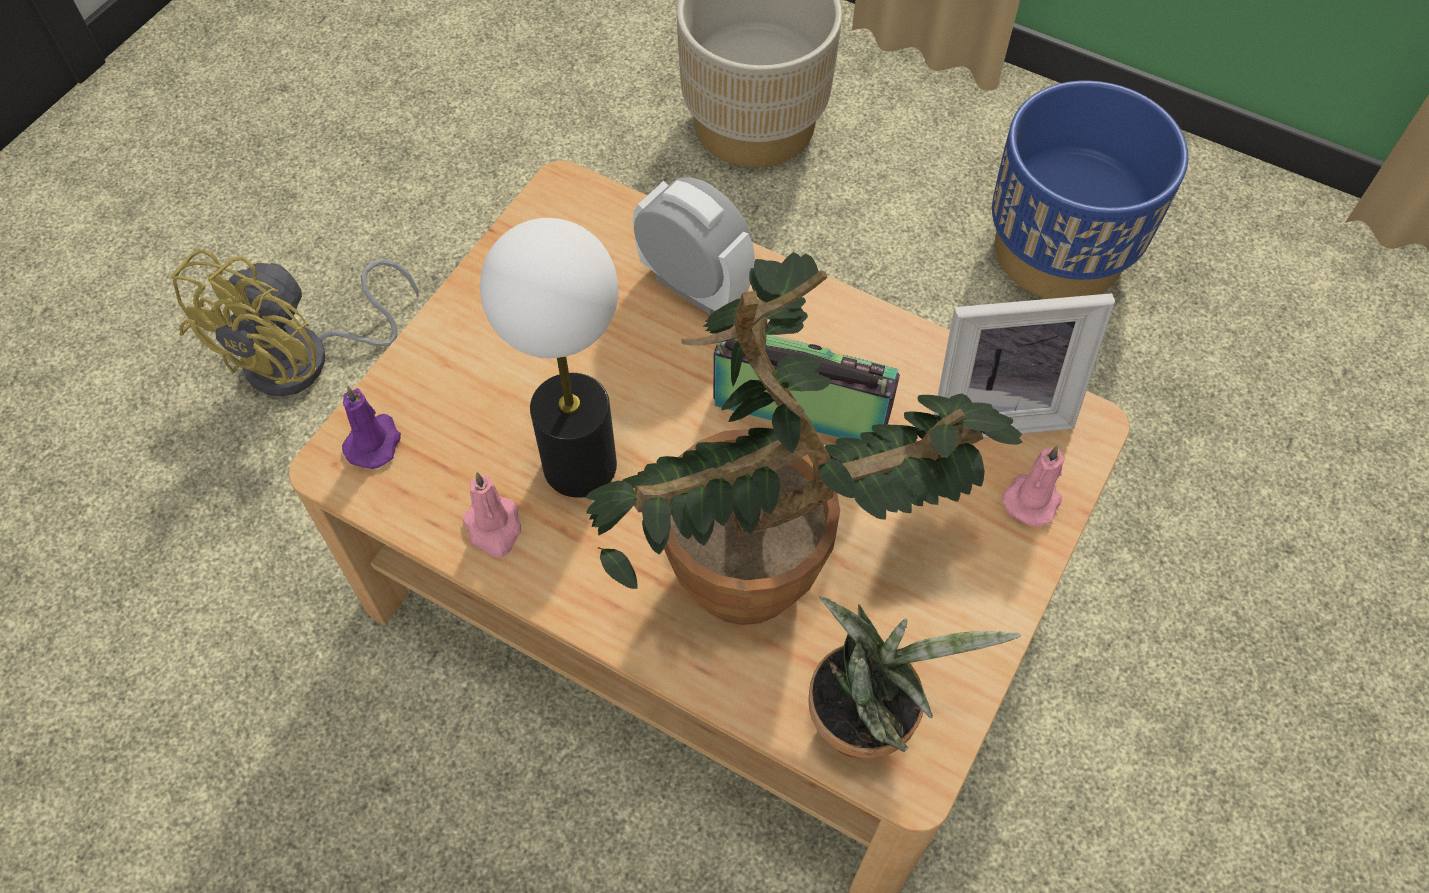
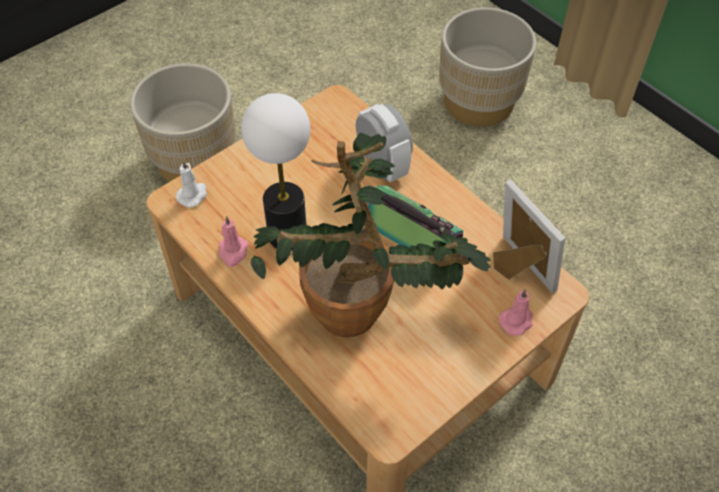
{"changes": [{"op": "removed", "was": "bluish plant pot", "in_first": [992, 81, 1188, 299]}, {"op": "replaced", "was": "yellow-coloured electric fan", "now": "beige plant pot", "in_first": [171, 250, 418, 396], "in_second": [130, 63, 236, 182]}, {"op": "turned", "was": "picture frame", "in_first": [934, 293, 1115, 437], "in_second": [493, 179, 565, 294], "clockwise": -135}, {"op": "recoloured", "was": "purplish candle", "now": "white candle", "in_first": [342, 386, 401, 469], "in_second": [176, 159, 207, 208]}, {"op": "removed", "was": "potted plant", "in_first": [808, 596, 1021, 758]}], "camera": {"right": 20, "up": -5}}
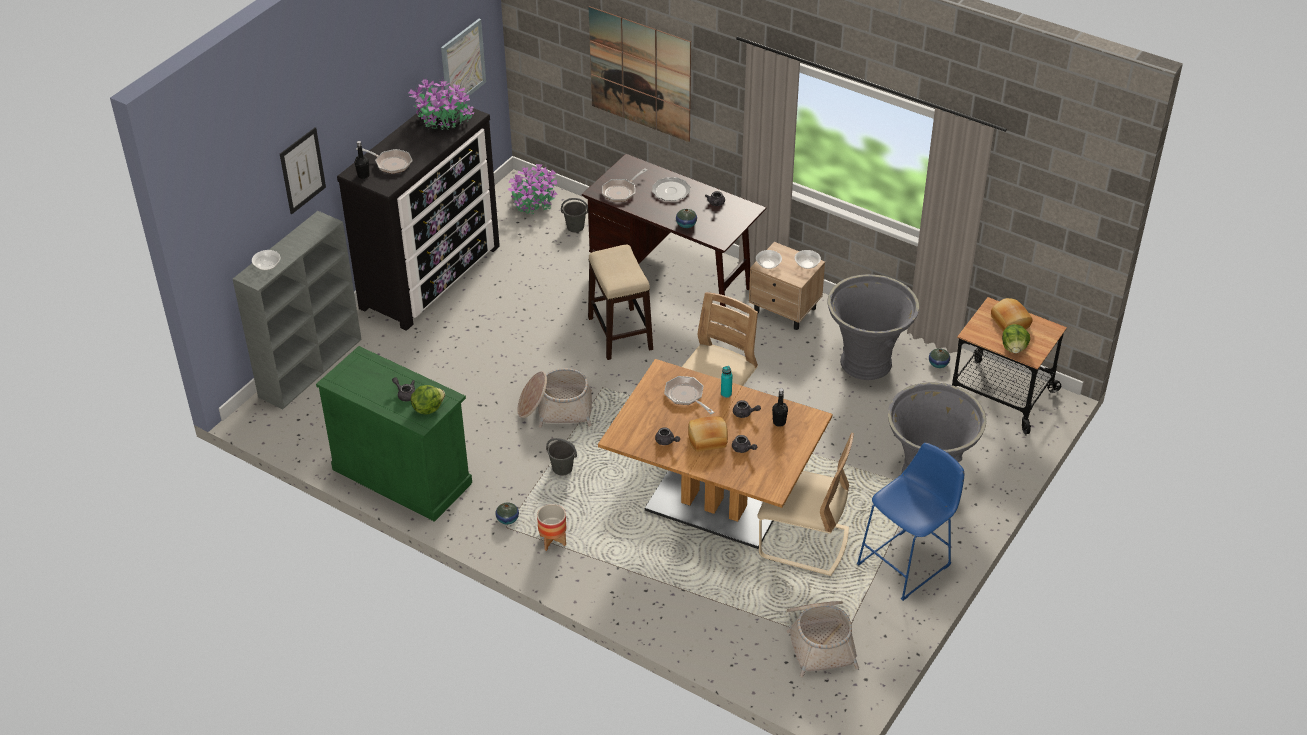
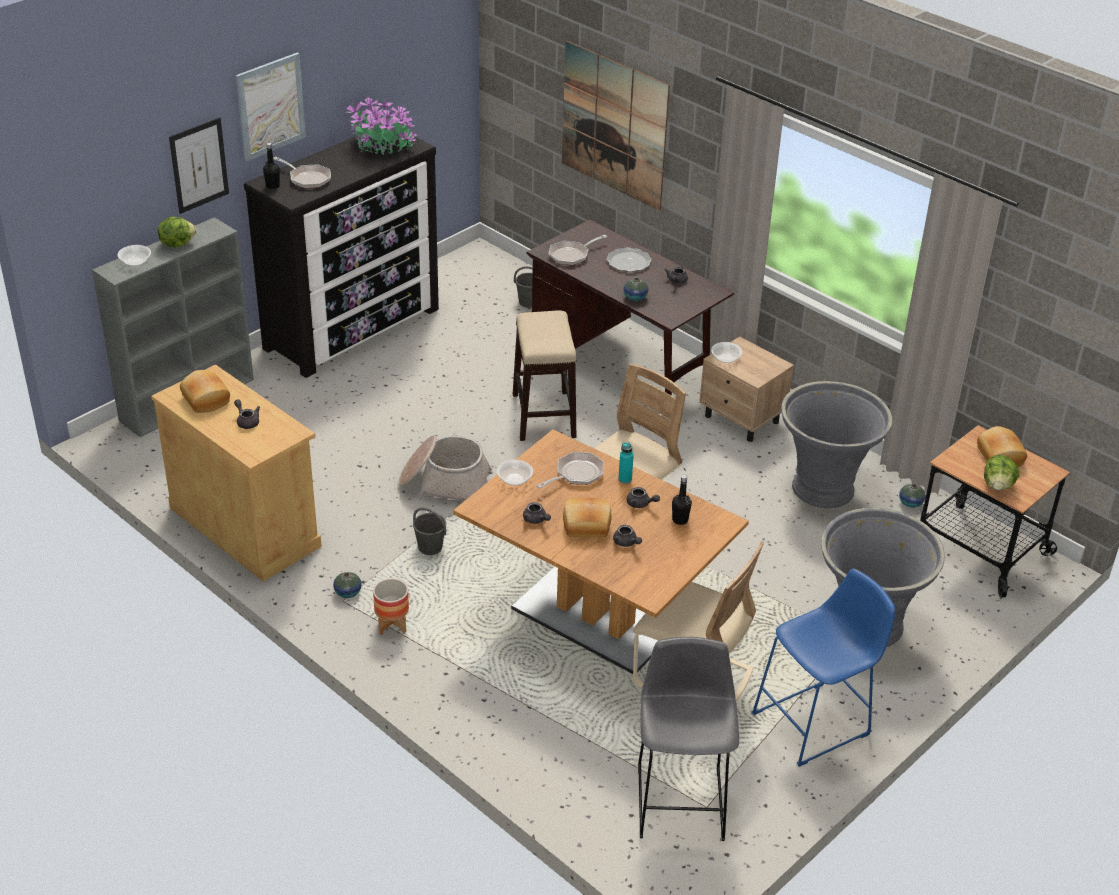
{"changes": [{"op": "moved", "was": "wall picture", "in_first": [441, 19, 486, 98], "in_second": [236, 53, 306, 161]}, {"op": "removed", "was": "potted plant", "in_first": [508, 164, 558, 214]}, {"op": "moved", "was": "serving bowl", "in_first": [795, 250, 821, 269], "in_second": [497, 460, 533, 485]}, {"op": "recoloured", "was": "green cabinet", "now": "beige cabinet", "in_first": [316, 346, 472, 522], "in_second": [151, 364, 322, 582]}, {"op": "turned", "was": "pan", "in_first": [664, 376, 714, 414], "in_second": [536, 452, 604, 488], "clockwise": 75}, {"op": "moved", "was": "lettuce", "in_first": [411, 385, 445, 414], "in_second": [158, 217, 197, 248]}, {"op": "replaced", "was": "storage basket", "now": "grey stool", "in_first": [787, 601, 859, 677], "in_second": [638, 637, 739, 841]}, {"op": "added", "now": "bread", "in_second": [180, 370, 230, 413]}], "camera": {"right": 10, "up": -5}}
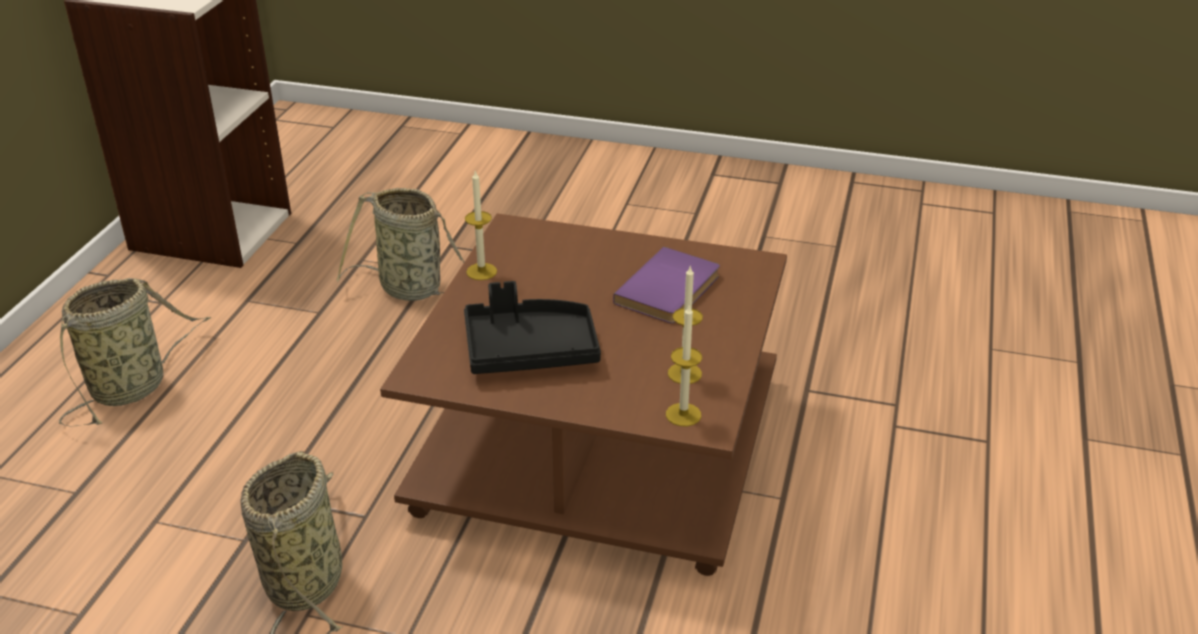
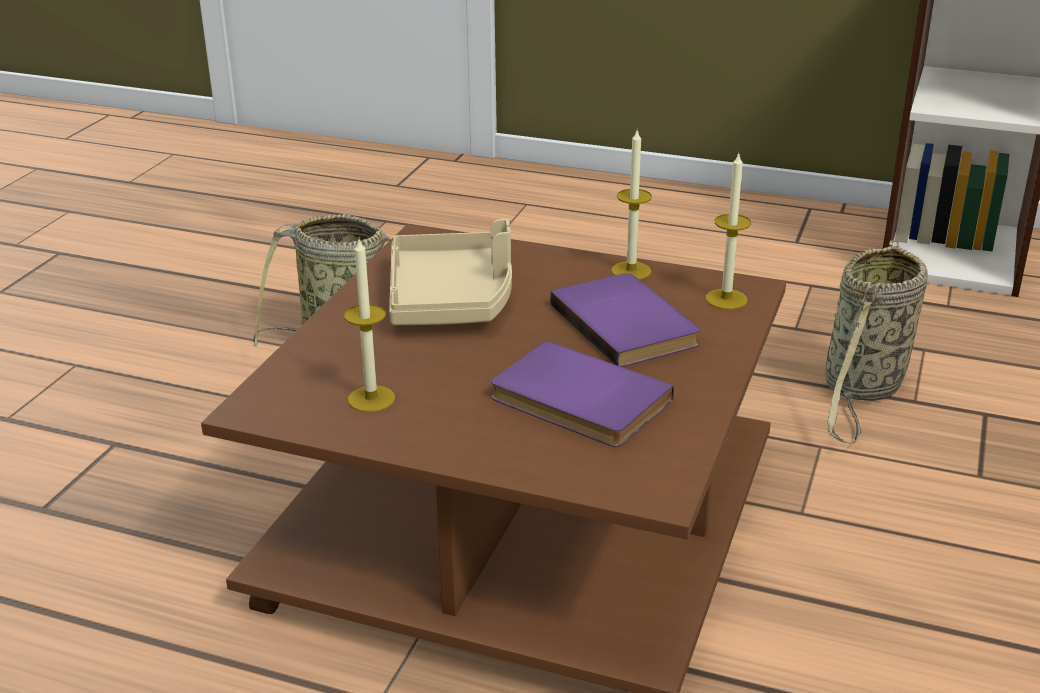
{"changes": [{"op": "removed", "was": "storage basket", "in_first": [59, 278, 212, 426]}, {"op": "recoloured", "was": "black-coloured carrying tray", "now": "beige carrying tray", "in_first": [464, 281, 601, 374], "in_second": [389, 219, 512, 325]}, {"op": "moved", "was": "candle", "in_first": [666, 305, 702, 426], "in_second": [706, 152, 751, 309]}, {"op": "added", "now": "purplish bound book", "in_second": [550, 273, 699, 367]}], "camera": {"right": 95, "up": -5}}
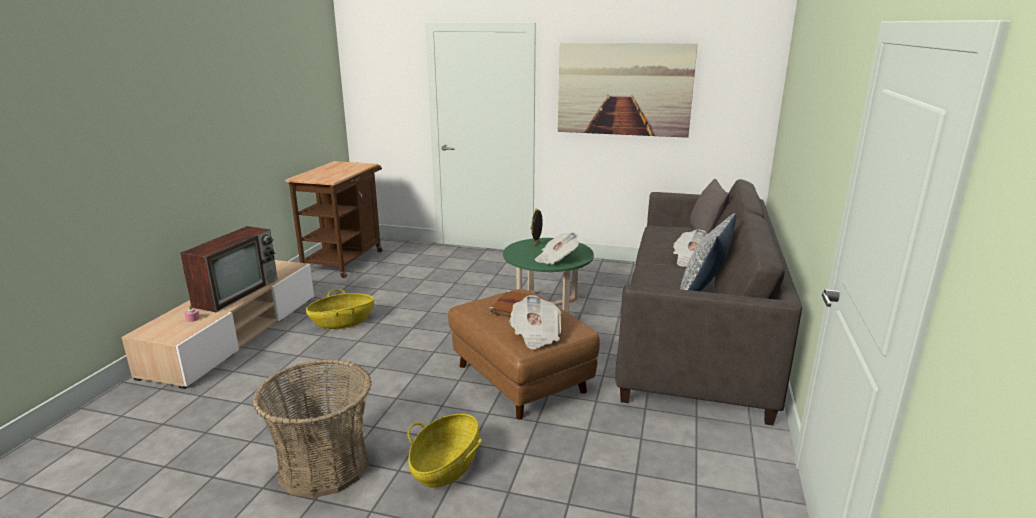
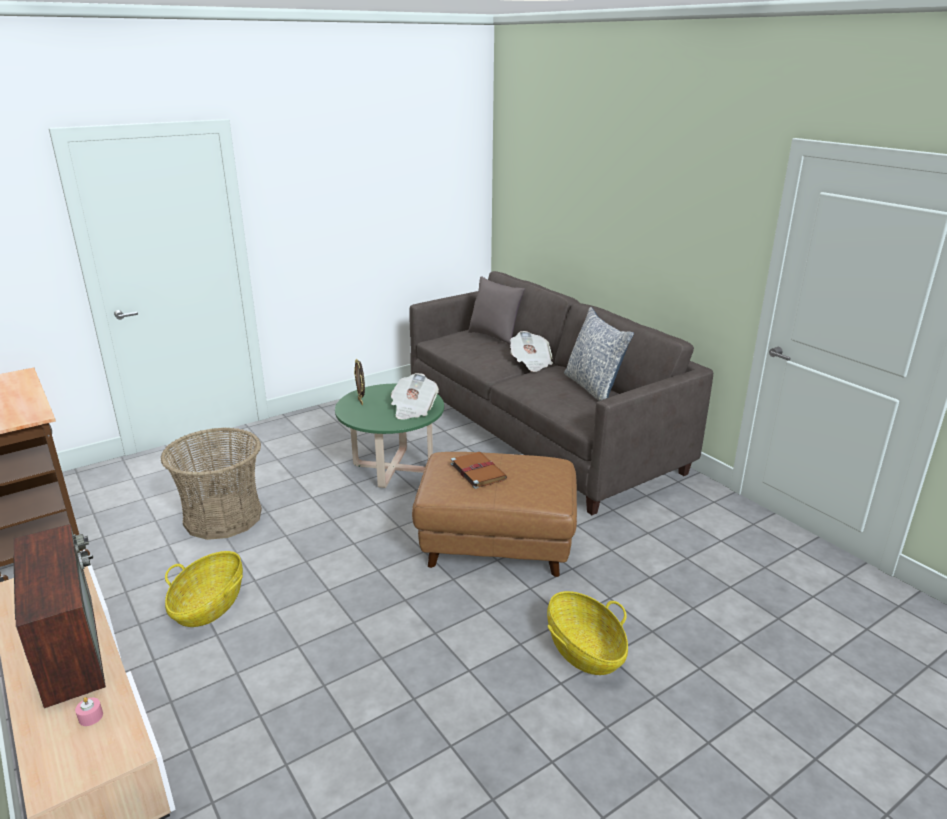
{"changes": [{"op": "removed", "was": "wall picture", "in_first": [558, 42, 698, 138]}, {"op": "removed", "was": "printed paper", "in_first": [509, 295, 561, 349]}, {"op": "moved", "was": "storage basket", "in_first": [252, 359, 371, 498], "in_second": [161, 427, 262, 540]}], "camera": {"right": -50, "up": 5}}
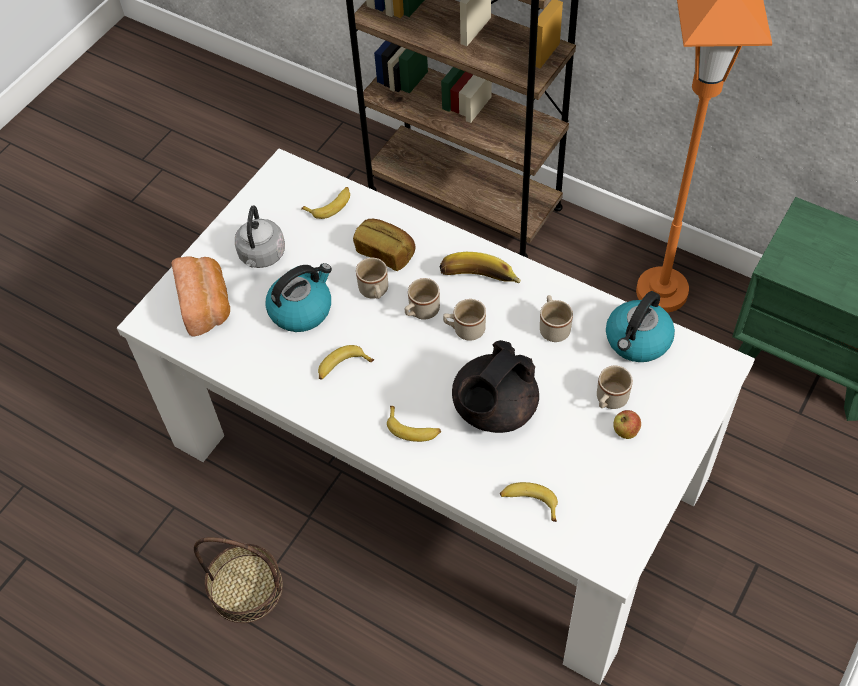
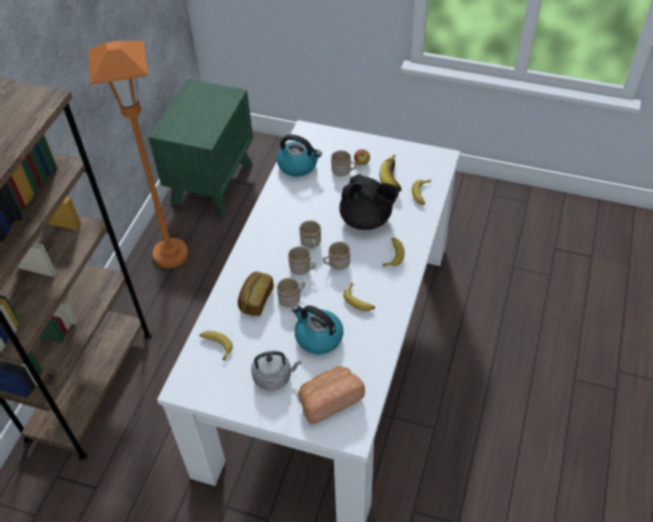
{"changes": [{"op": "moved", "was": "banana fruit", "in_first": [440, 252, 521, 283], "in_second": [379, 155, 402, 192]}, {"op": "moved", "was": "beige coffee mug", "in_first": [540, 295, 573, 342], "in_second": [323, 242, 350, 270]}, {"op": "removed", "was": "storage basket", "in_first": [194, 537, 283, 623]}], "camera": {"right": -105, "up": -5}}
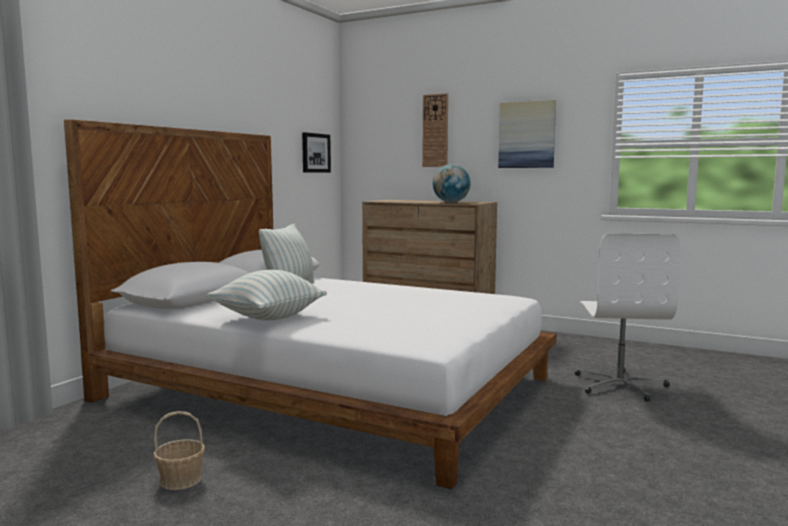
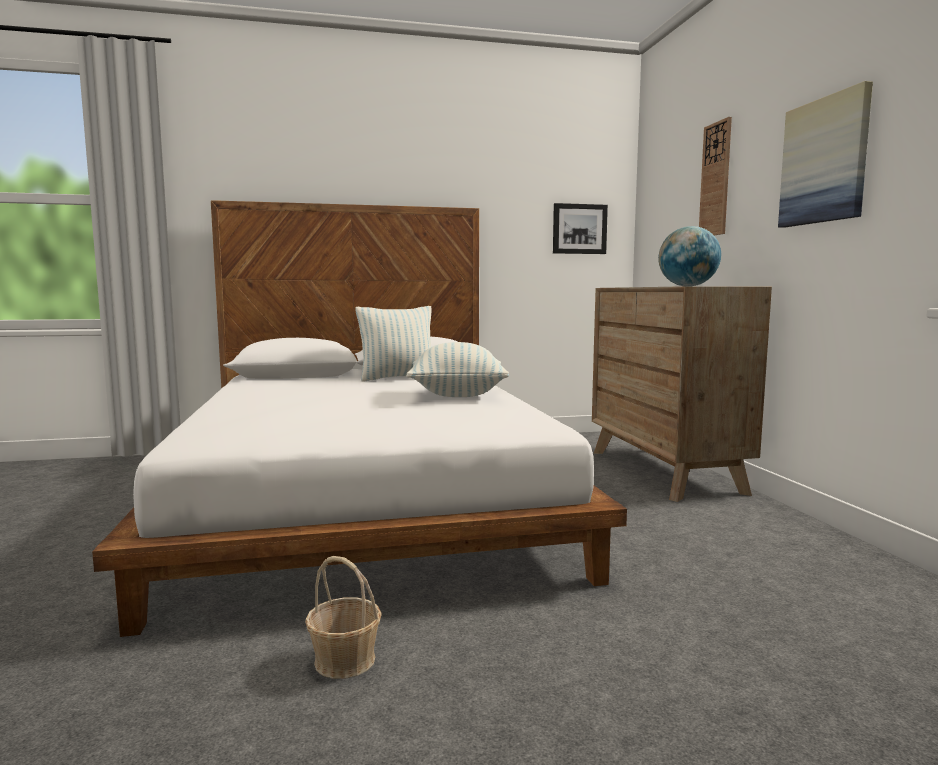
{"changes": [{"op": "removed", "was": "white desk chair", "in_first": [575, 234, 680, 402]}, {"op": "moved", "was": "pillow", "in_first": [207, 270, 327, 321], "in_second": [406, 342, 509, 397]}, {"op": "moved", "was": "storage basket", "in_first": [153, 411, 205, 490], "in_second": [305, 556, 382, 679]}], "camera": {"right": 50, "up": 0}}
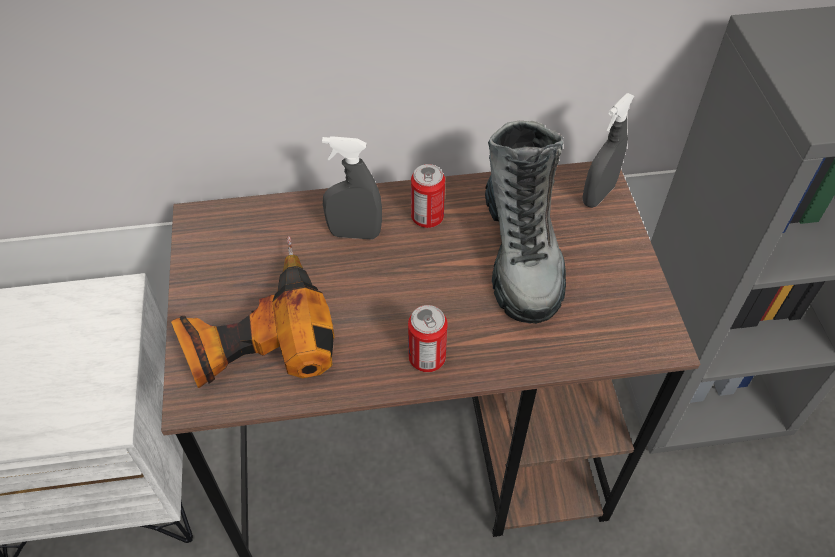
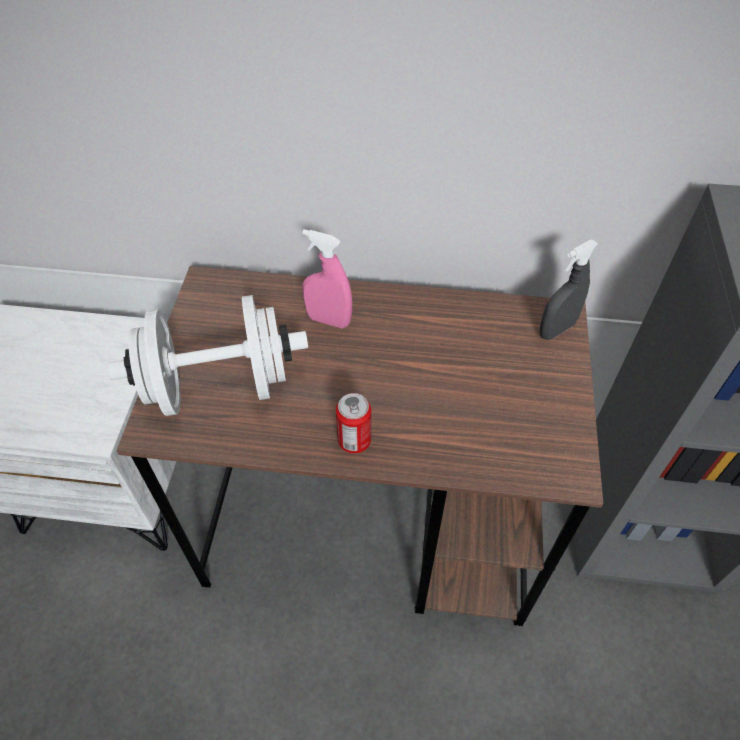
{"changes": [{"op": "removed", "was": "tall boot", "in_first": [485, 121, 566, 324]}, {"op": "recoloured", "was": "grey sprayer", "now": "pinkish sprayer", "in_first": [322, 136, 382, 240], "in_second": [302, 229, 352, 328]}, {"op": "removed", "was": "sealed can", "in_first": [411, 164, 445, 228]}, {"op": "replaced", "was": "drill", "now": "white free weight", "in_first": [171, 236, 335, 388], "in_second": [107, 295, 308, 416]}], "camera": {"right": 15, "up": 0}}
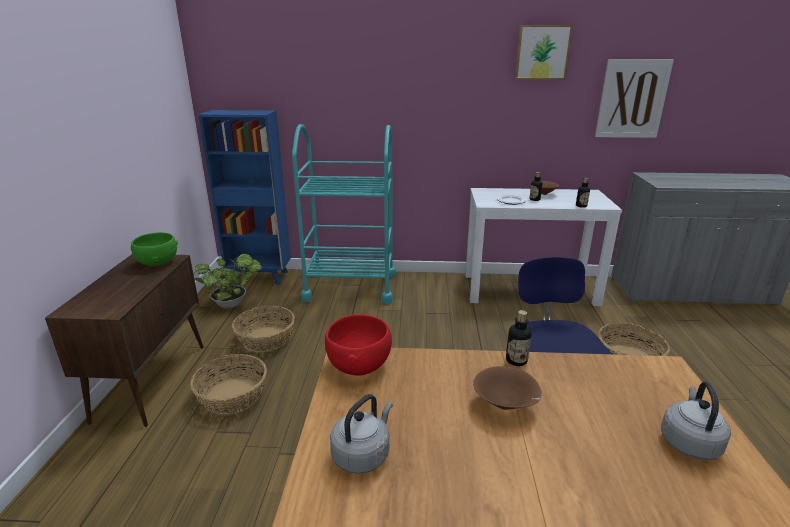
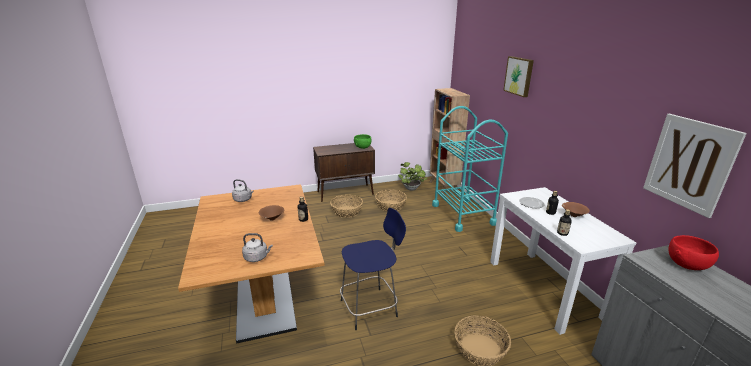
{"changes": [{"op": "moved", "was": "wall picture", "in_first": [515, 25, 573, 80], "in_second": [503, 56, 534, 97]}, {"op": "recoloured", "was": "bluish bookcase", "now": "brownish bookcase", "in_first": [198, 110, 291, 285], "in_second": [429, 88, 470, 194]}, {"op": "moved", "was": "reddish serving bowl", "in_first": [325, 314, 392, 376], "in_second": [668, 235, 719, 270]}], "camera": {"right": 70, "up": 0}}
